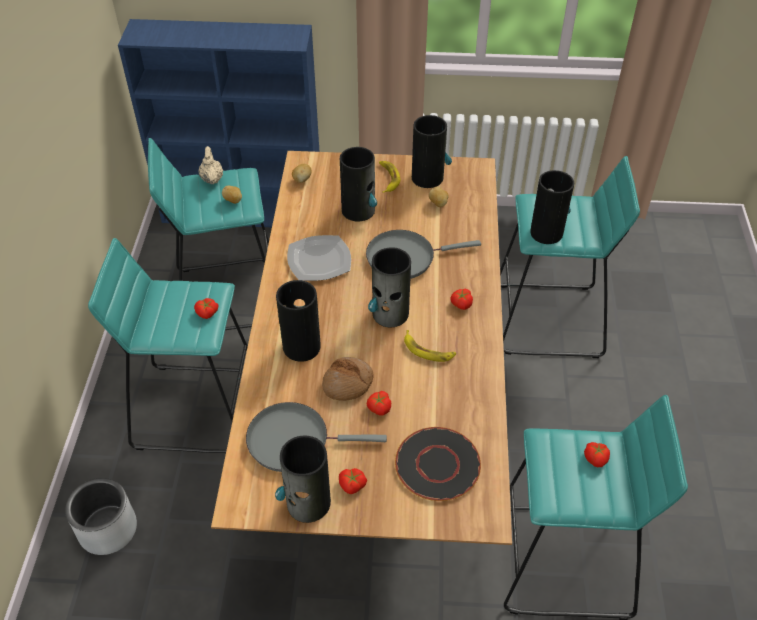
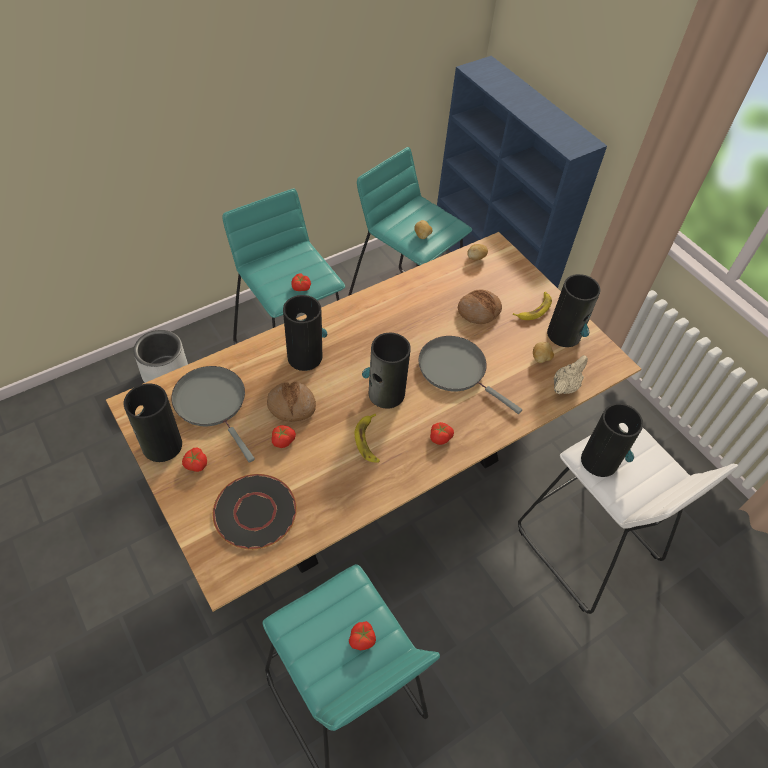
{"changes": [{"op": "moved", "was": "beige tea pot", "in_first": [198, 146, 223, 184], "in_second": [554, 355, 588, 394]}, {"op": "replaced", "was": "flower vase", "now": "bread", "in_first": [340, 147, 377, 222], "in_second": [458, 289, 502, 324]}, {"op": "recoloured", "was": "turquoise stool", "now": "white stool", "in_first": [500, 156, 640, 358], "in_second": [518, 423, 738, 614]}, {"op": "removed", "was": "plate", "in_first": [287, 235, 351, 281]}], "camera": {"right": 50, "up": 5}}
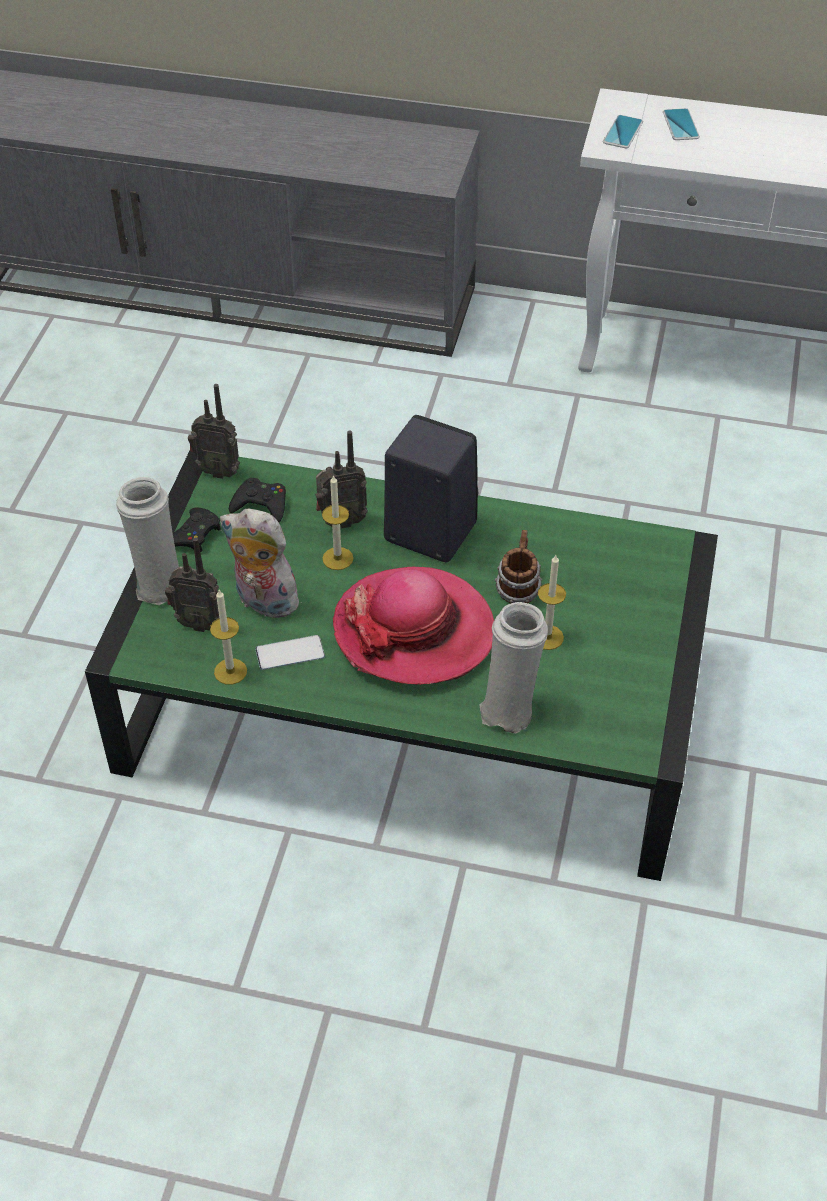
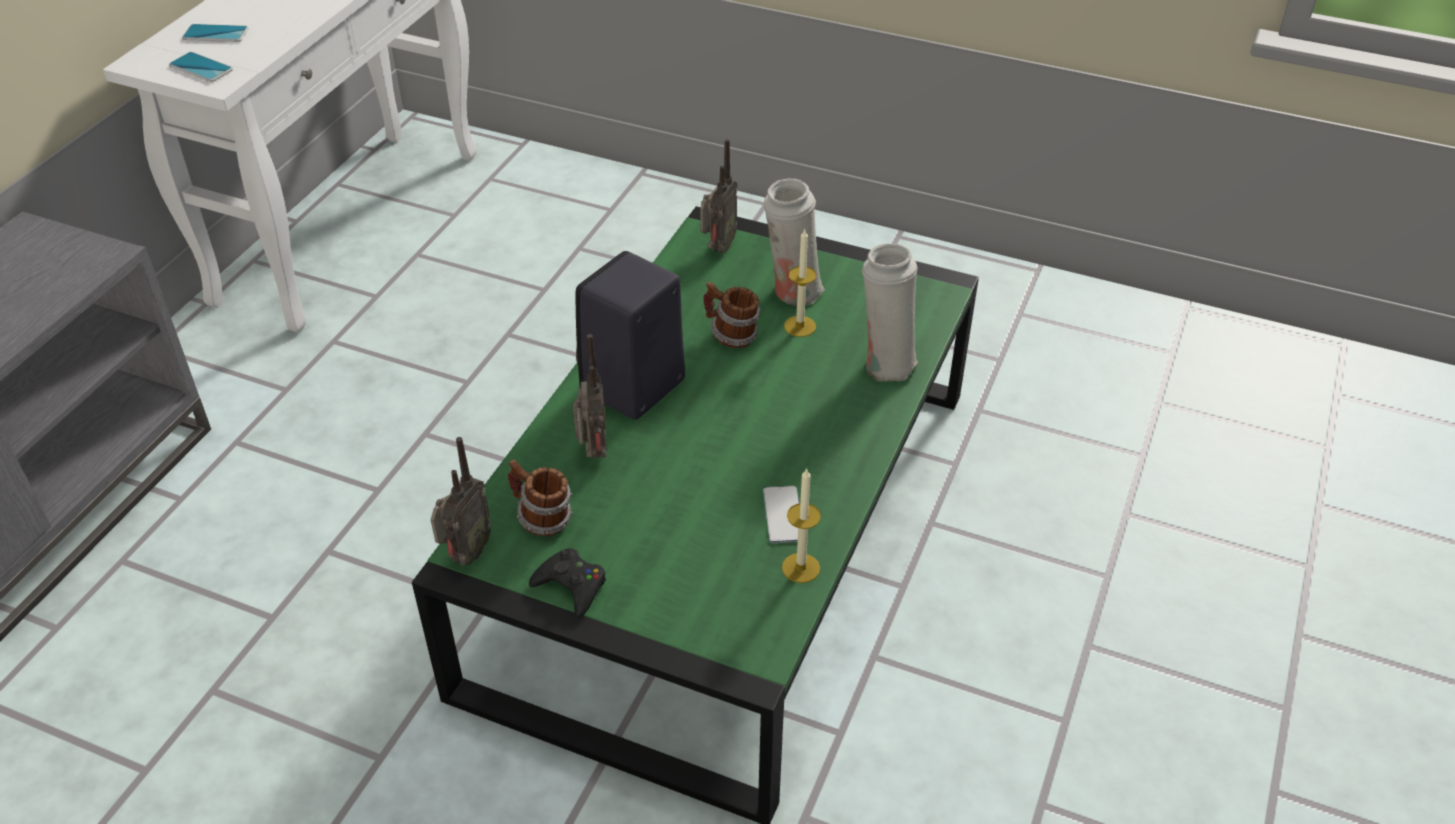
{"changes": [{"op": "removed", "was": "candle", "in_first": [322, 475, 354, 570]}, {"op": "moved", "was": "white flower vase", "in_first": [116, 477, 179, 605], "in_second": [764, 178, 825, 306]}, {"op": "replaced", "was": "black-coloured joypad", "now": "coffee mug", "in_first": [229, 478, 286, 523], "in_second": [508, 460, 572, 536]}, {"op": "removed", "was": "soft toy", "in_first": [220, 508, 302, 618]}, {"op": "moved", "was": "radio set", "in_first": [165, 537, 219, 632], "in_second": [700, 139, 737, 253]}, {"op": "removed", "was": "hat", "in_first": [333, 567, 494, 685]}], "camera": {"right": -80, "up": -5}}
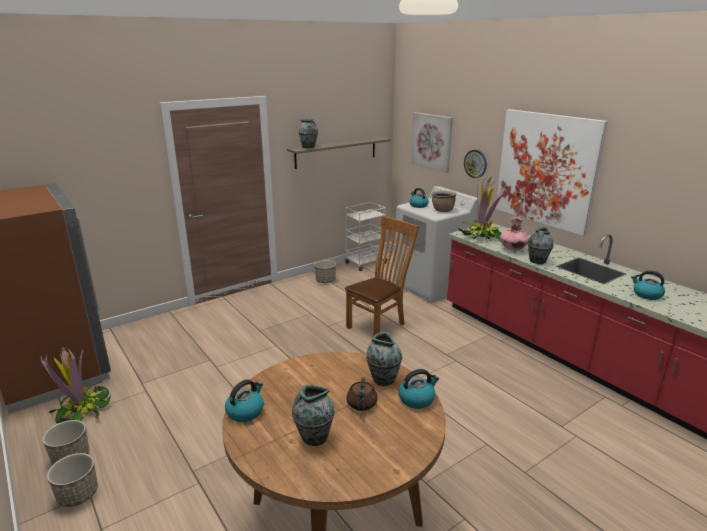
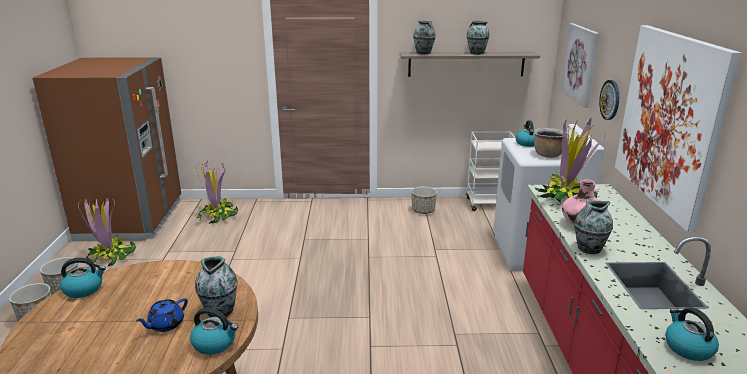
{"changes": [{"op": "removed", "was": "brownish upright chair", "in_first": [345, 216, 419, 335]}, {"op": "recoloured", "was": "brownish tea pot", "now": "bluish tea pot", "in_first": [347, 377, 377, 411], "in_second": [136, 298, 188, 332]}, {"op": "moved", "was": "flower vase", "in_first": [292, 384, 335, 446], "in_second": [467, 21, 490, 55]}, {"op": "added", "now": "potted plant", "in_second": [196, 161, 238, 224]}], "camera": {"right": 35, "up": 0}}
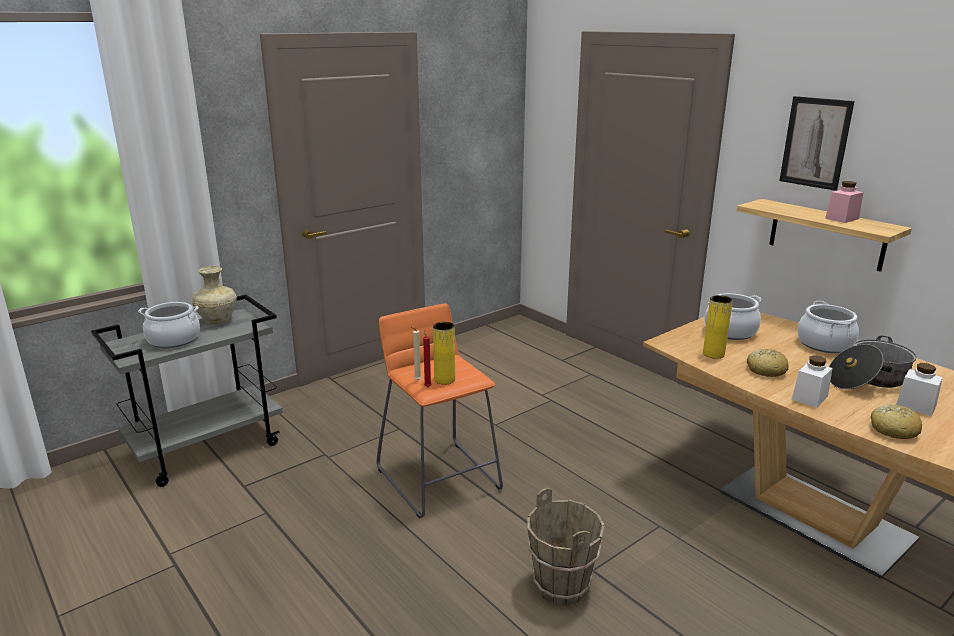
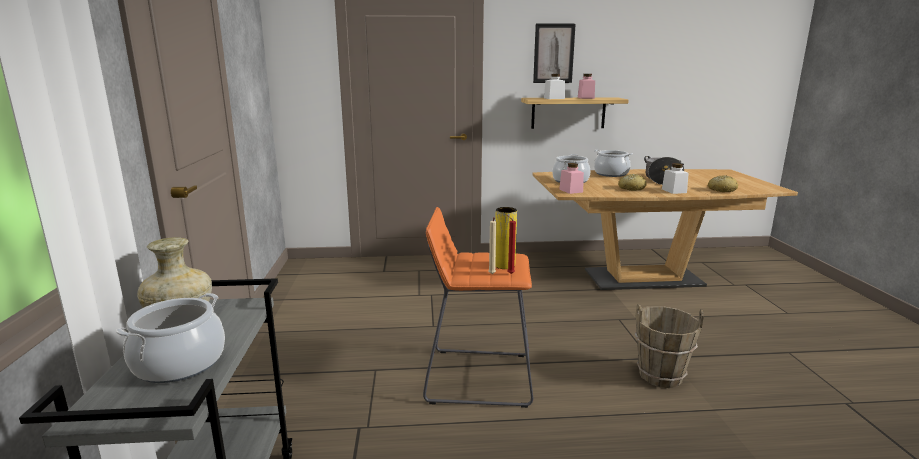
{"changes": [{"op": "removed", "was": "yellow-coloured flower vase", "in_first": [703, 295, 733, 359]}, {"op": "moved", "was": "white preserve jar", "in_first": [896, 363, 943, 416], "in_second": [544, 74, 565, 99]}, {"op": "added", "now": "pinkish preserve jar", "in_second": [559, 163, 584, 194]}], "camera": {"right": -55, "up": -5}}
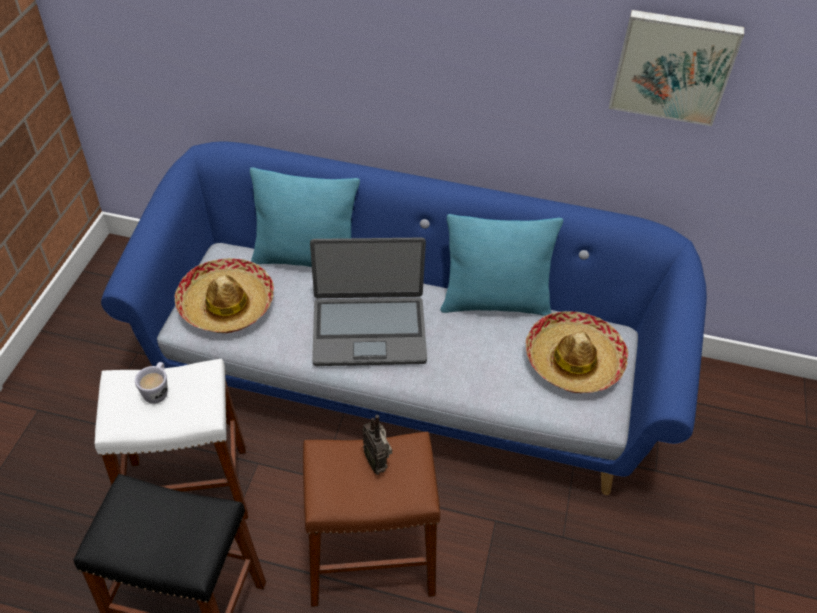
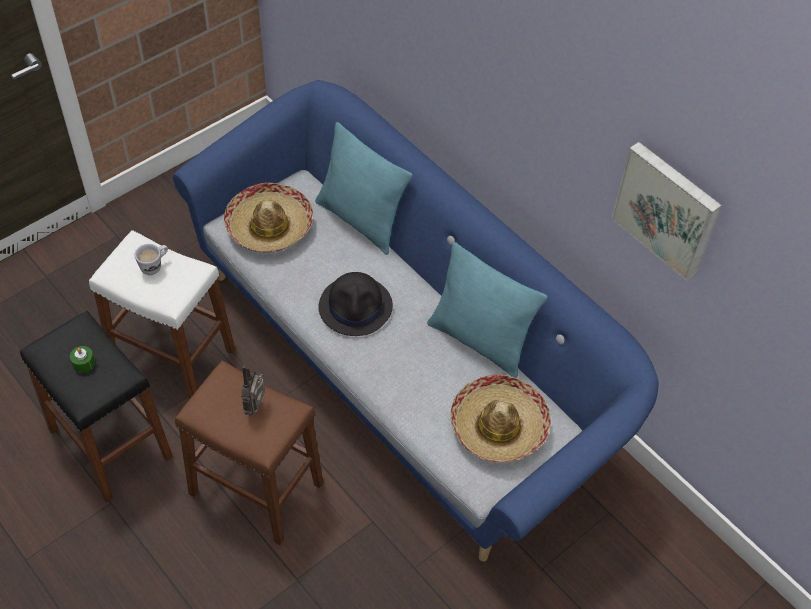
{"changes": [{"op": "replaced", "was": "laptop", "now": "black-coloured hat", "in_first": [310, 238, 427, 366], "in_second": [318, 272, 393, 336]}, {"op": "added", "now": "green candle", "in_second": [70, 346, 95, 373]}], "camera": {"right": 35, "up": 5}}
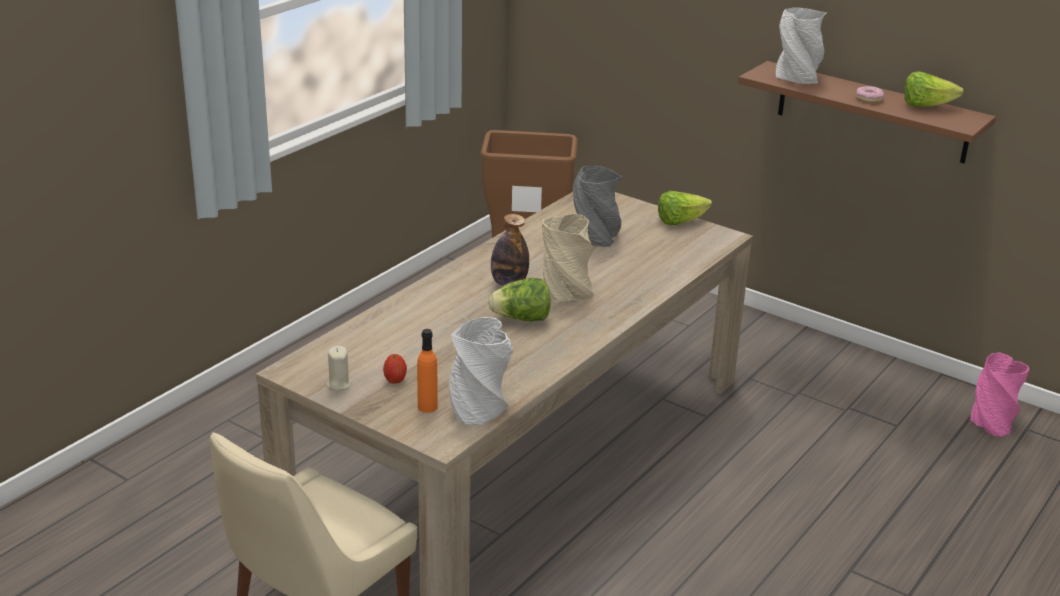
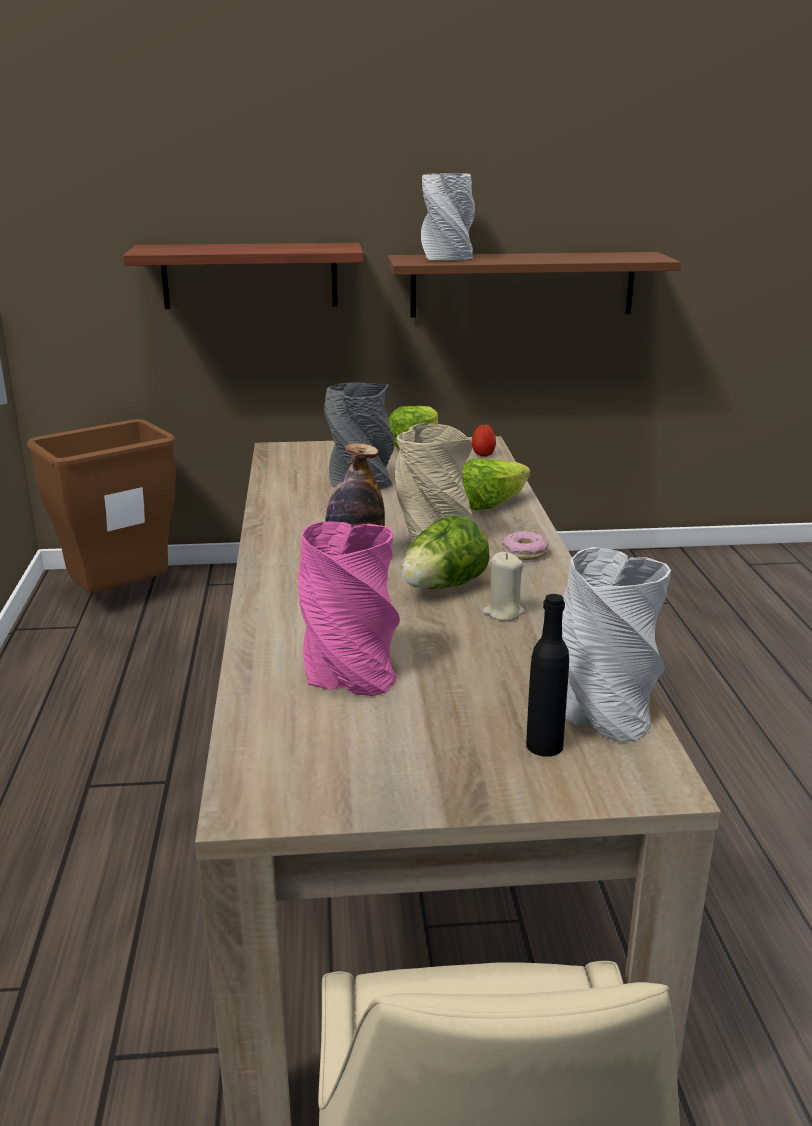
{"changes": [{"op": "moved", "was": "lettuce", "in_first": [904, 71, 964, 107], "in_second": [462, 458, 530, 510]}, {"op": "moved", "was": "donut", "in_first": [856, 86, 884, 103], "in_second": [502, 531, 549, 560]}, {"op": "recoloured", "was": "orangey beverage bottle", "now": "black-coloured beverage bottle", "in_first": [417, 329, 438, 413], "in_second": [526, 594, 569, 757]}, {"op": "moved", "was": "beige candle", "in_first": [326, 346, 351, 391], "in_second": [482, 552, 525, 621]}, {"op": "moved", "was": "pinkish flower vase", "in_first": [970, 352, 1029, 437], "in_second": [298, 522, 400, 696]}, {"op": "moved", "was": "whole apple", "in_first": [383, 354, 407, 384], "in_second": [471, 424, 496, 457]}, {"op": "added", "now": "wall shelf", "in_second": [123, 243, 363, 309]}], "camera": {"right": -40, "up": -5}}
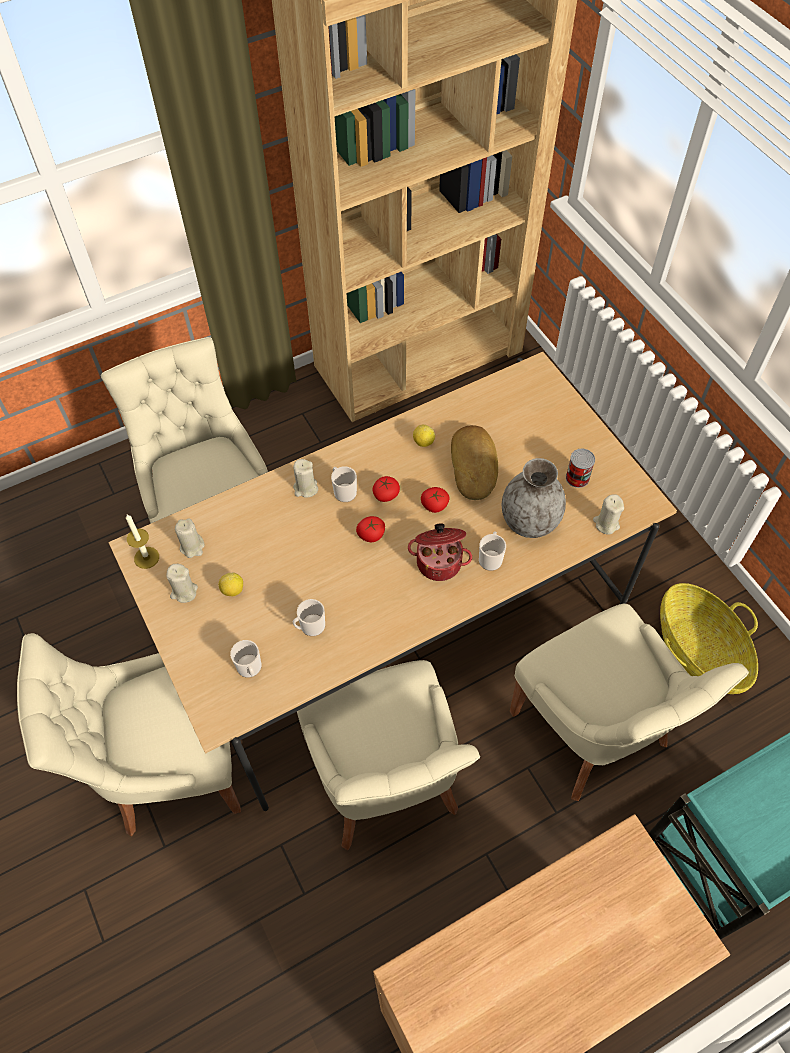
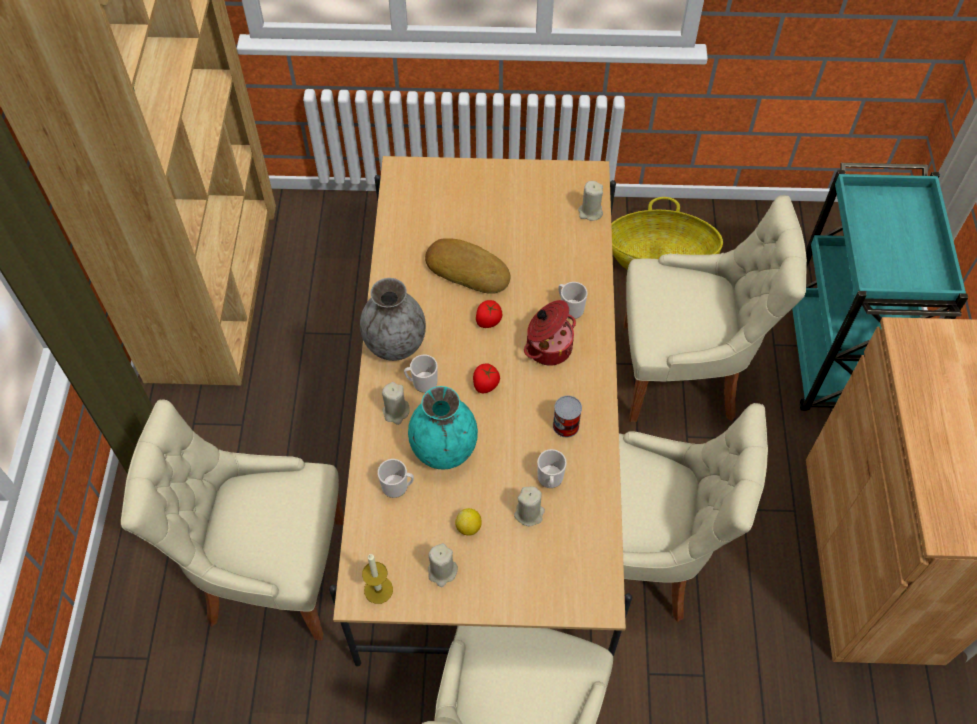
{"changes": [{"op": "removed", "was": "citrus fruit", "in_first": [413, 425, 435, 447]}, {"op": "moved", "was": "sealed can", "in_first": [566, 449, 595, 488], "in_second": [553, 396, 582, 437]}, {"op": "moved", "was": "grey flower vase", "in_first": [502, 458, 566, 538], "in_second": [360, 278, 426, 361]}, {"op": "removed", "was": "tomato", "in_first": [372, 476, 400, 502]}, {"op": "moved", "was": "beige candle", "in_first": [175, 518, 205, 558], "in_second": [514, 487, 545, 526]}, {"op": "moved", "was": "coffee mug", "in_first": [230, 640, 262, 678], "in_second": [378, 459, 414, 498]}, {"op": "added", "now": "turquoise flower vase", "in_second": [408, 386, 478, 470]}], "camera": {"right": -60, "up": 0}}
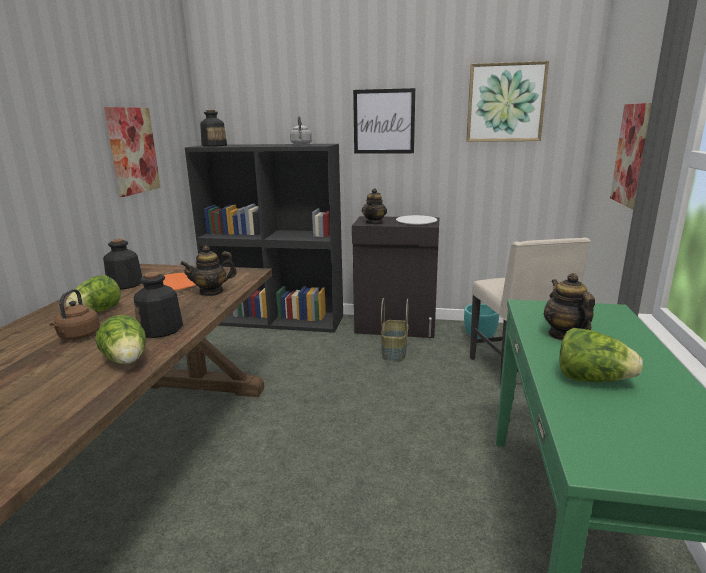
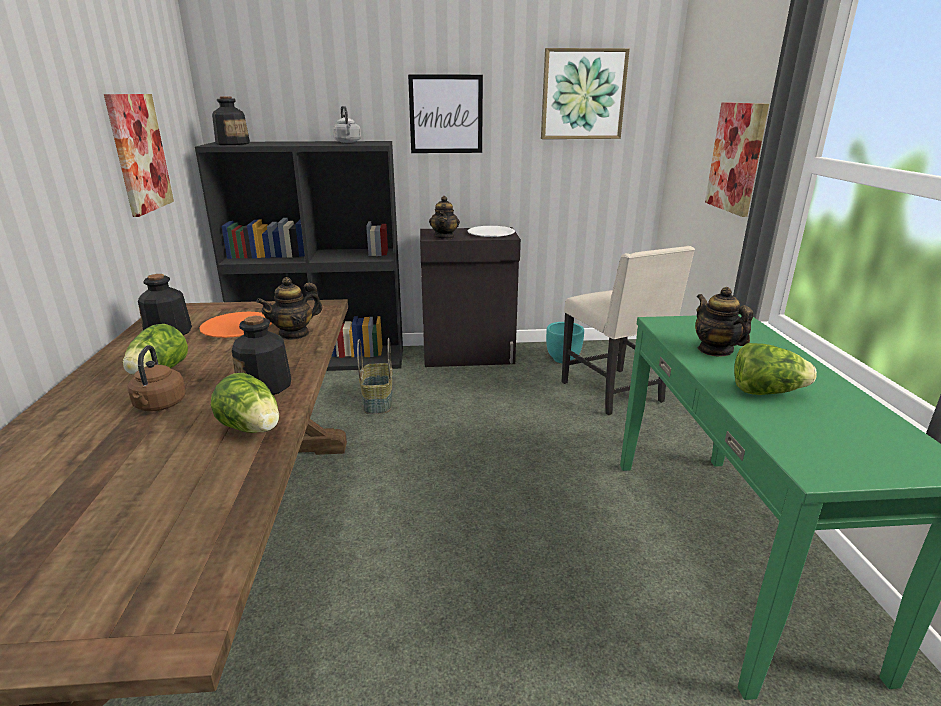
{"changes": [{"op": "moved", "was": "storage basket", "in_first": [381, 298, 409, 361], "in_second": [357, 338, 393, 414]}], "camera": {"right": -15, "up": 5}}
